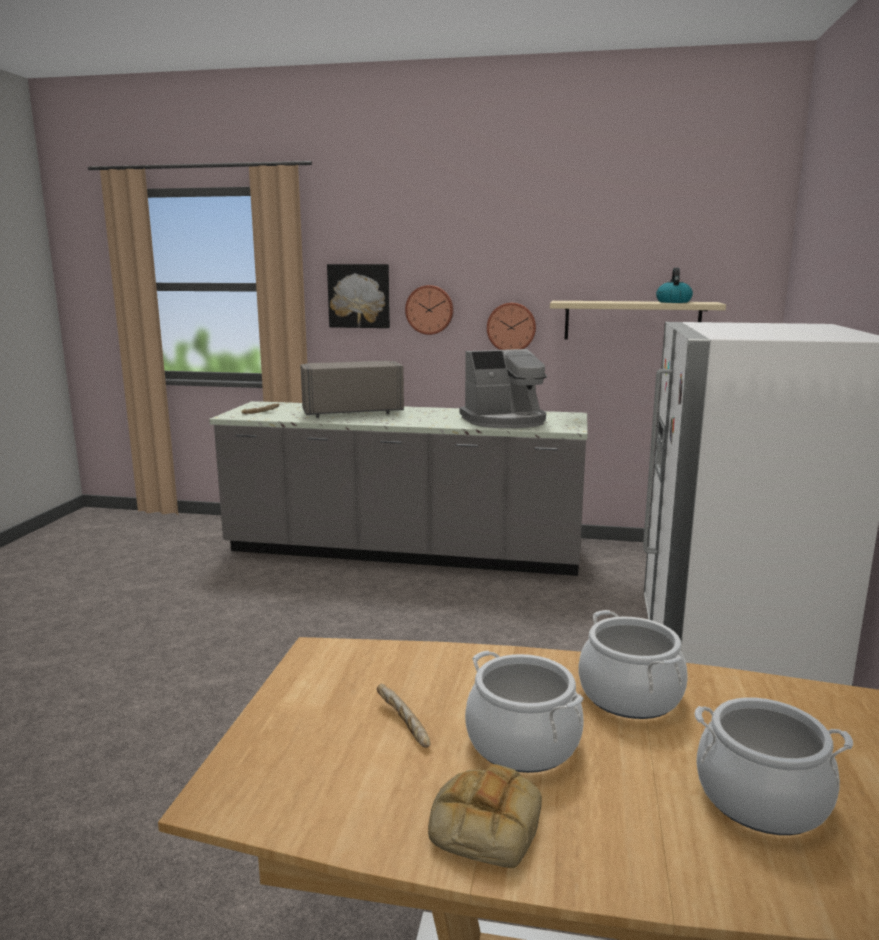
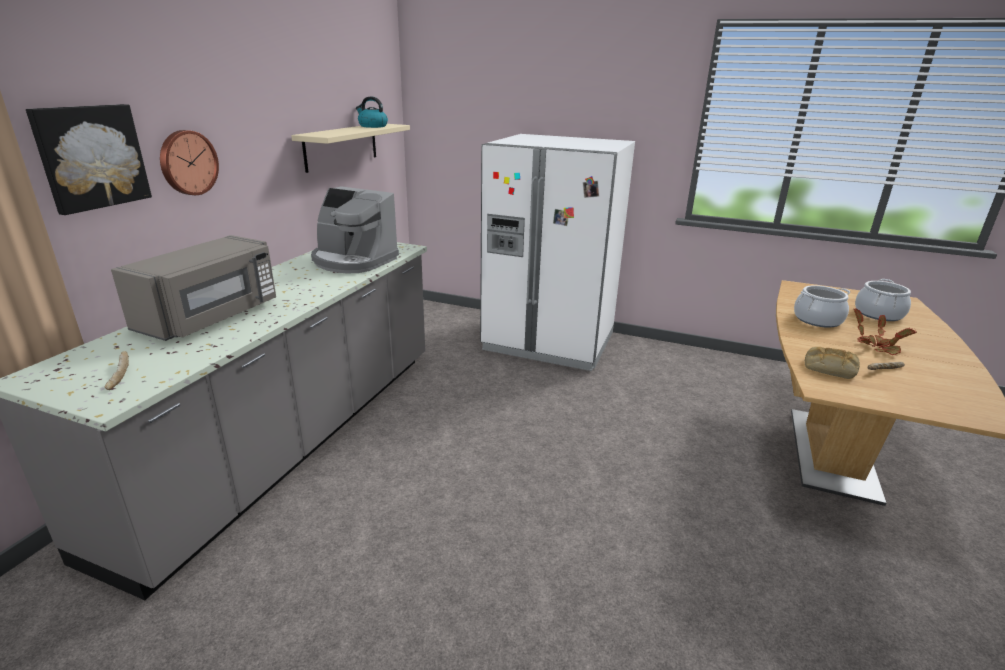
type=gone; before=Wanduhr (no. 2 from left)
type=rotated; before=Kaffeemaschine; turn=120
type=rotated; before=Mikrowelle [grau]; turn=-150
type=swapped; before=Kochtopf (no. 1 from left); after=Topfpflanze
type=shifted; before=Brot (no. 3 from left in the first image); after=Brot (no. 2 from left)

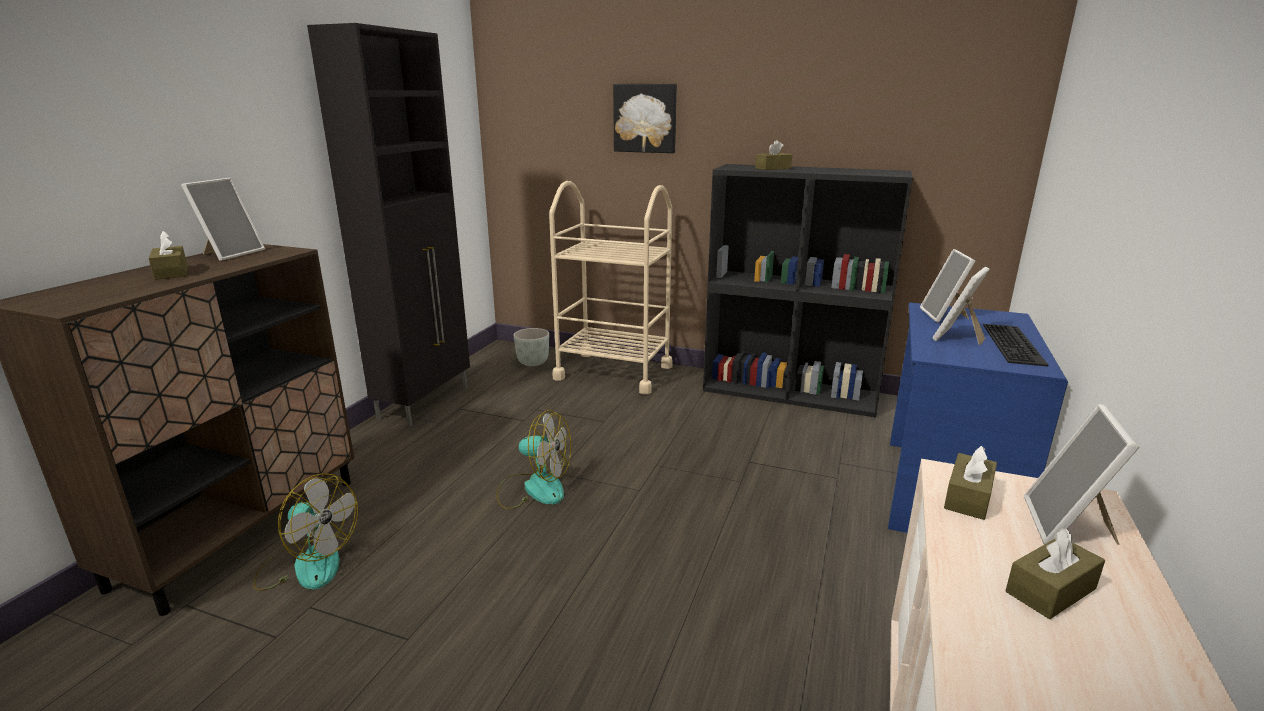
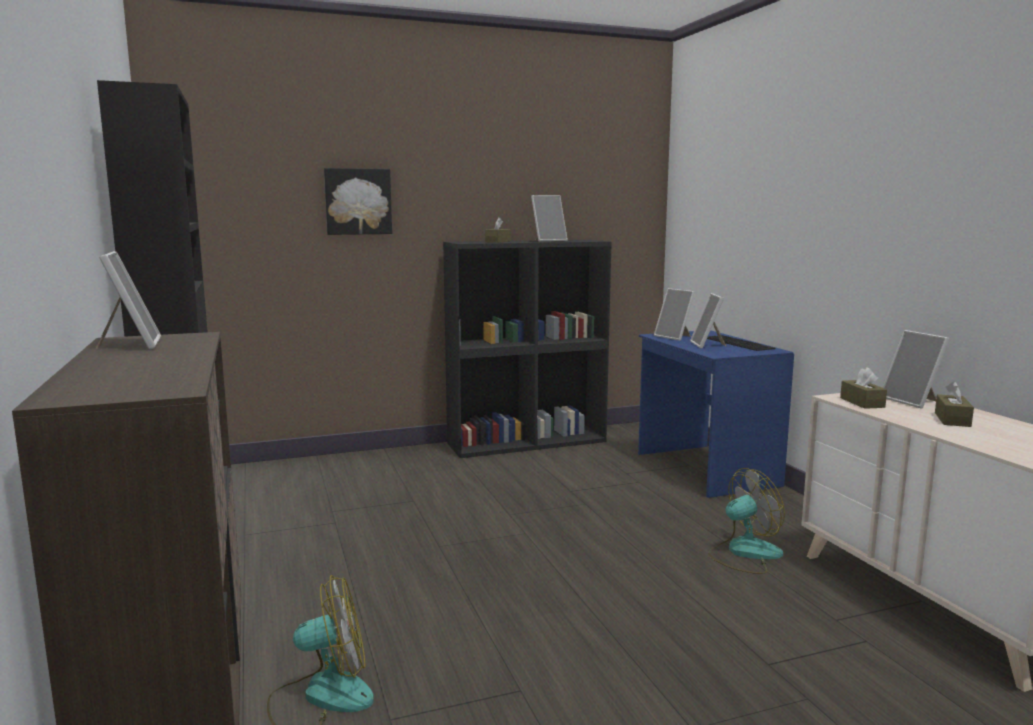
type=gone; before=Rollwagen [beige]
type=gone; before=Taschentuchbox [braun] (no. 1 from left)
type=gone; before=Pflanzkübel [grau]
type=shifted; before=Ventilator (no. 2 from left)
type=new; after=Bilderrahmen (no. 2 from left)

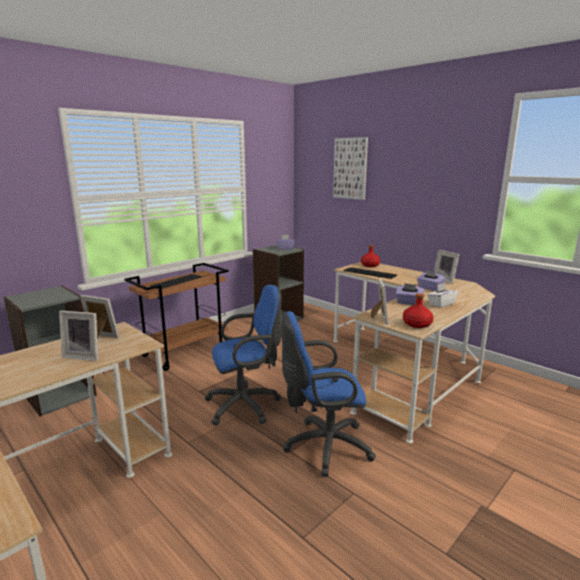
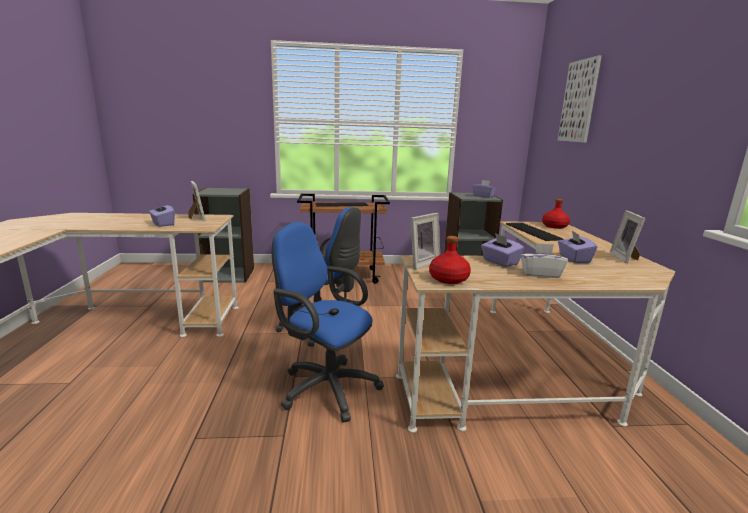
type=swapped; before=Bilderrahmen (no. 1 from left); after=Taschentuchbox [lila] (no. 1 from left)

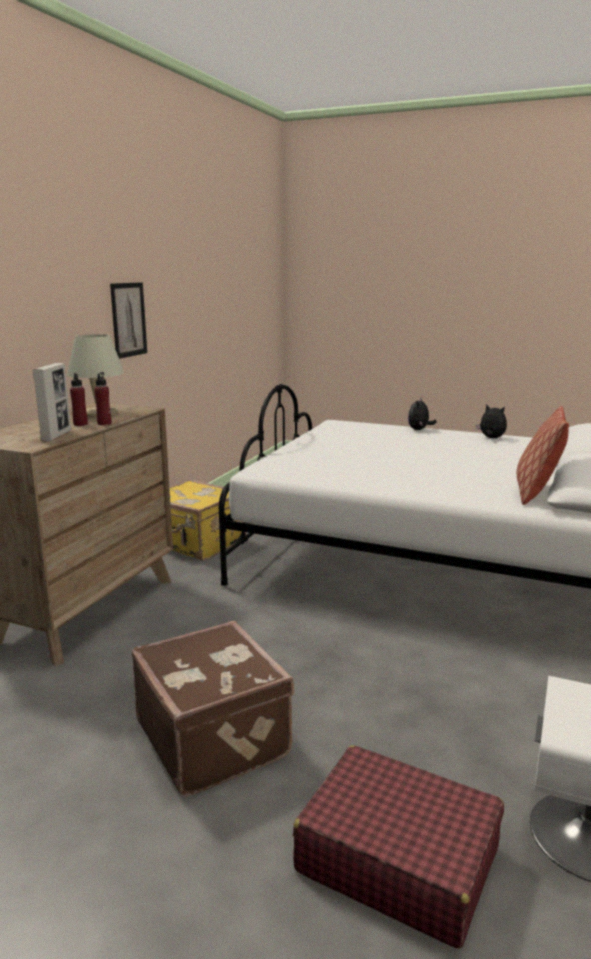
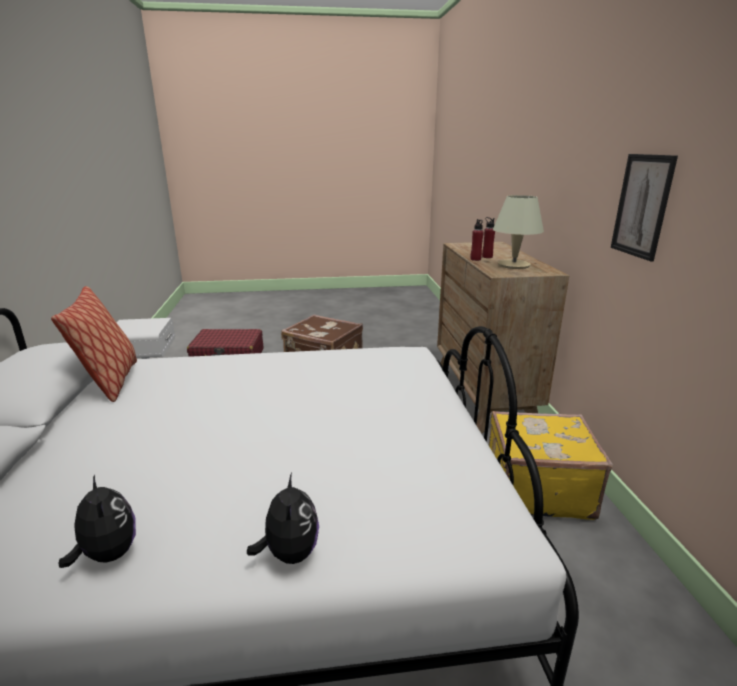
type=gone; before=Bilderrahmen
type=rotated; before=Plüschtier (no. 2 from left in the first image); turn=-135

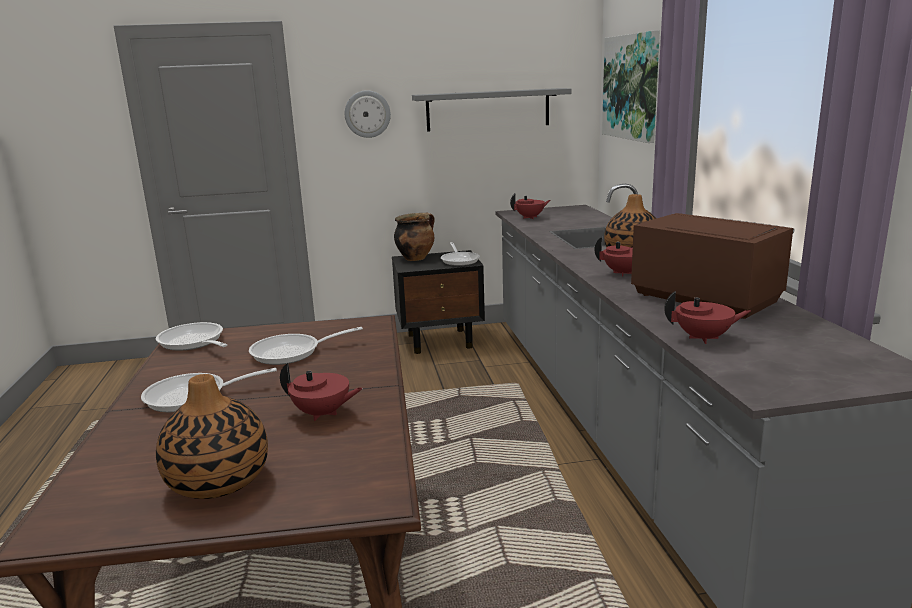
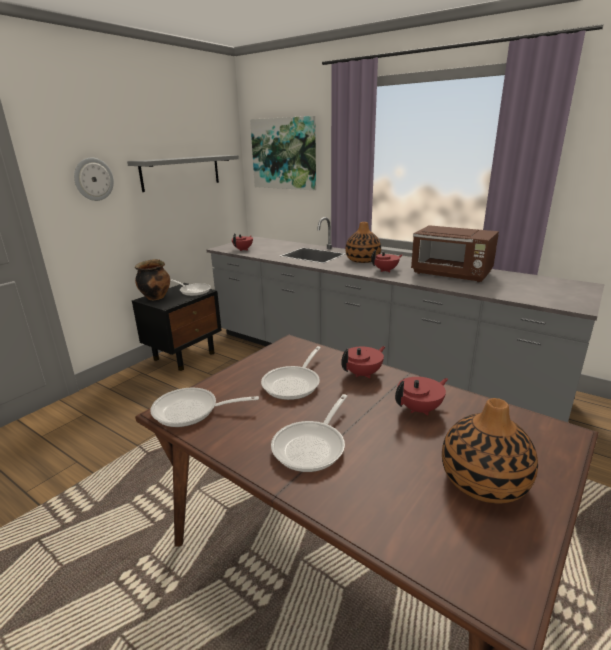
type=rotated; before=Mikrowelle [braun]; turn=-150
type=shifted; before=Teekanne [rot] (no. 4 from left in the first image); after=Teekanne [rot] (no. 2 from left)

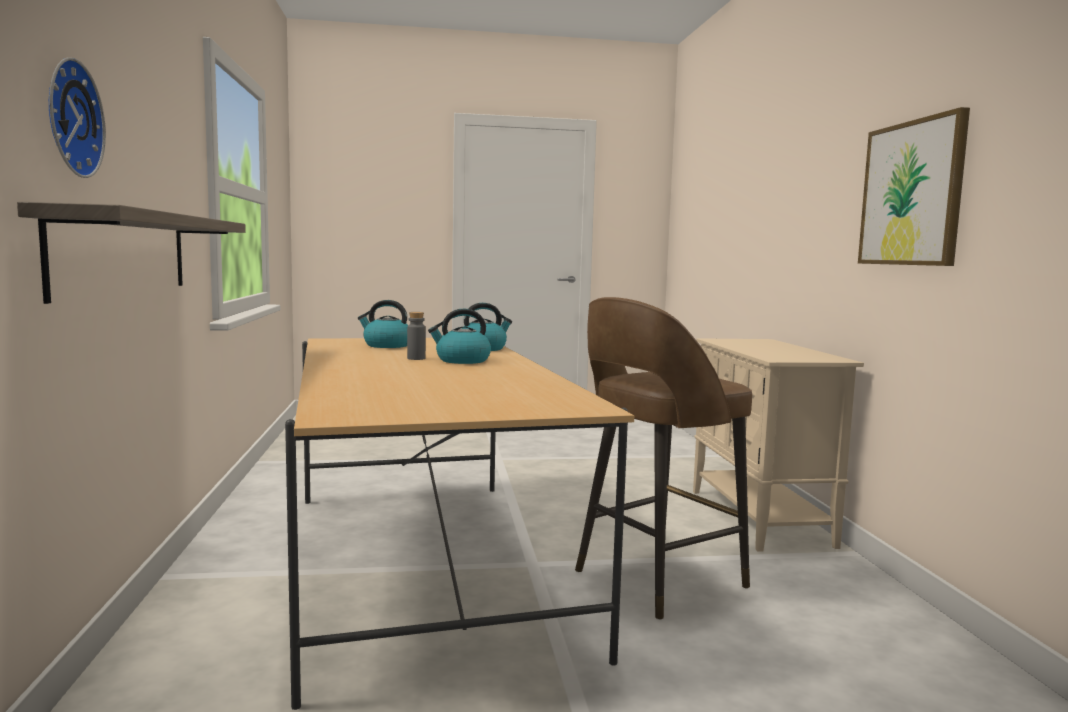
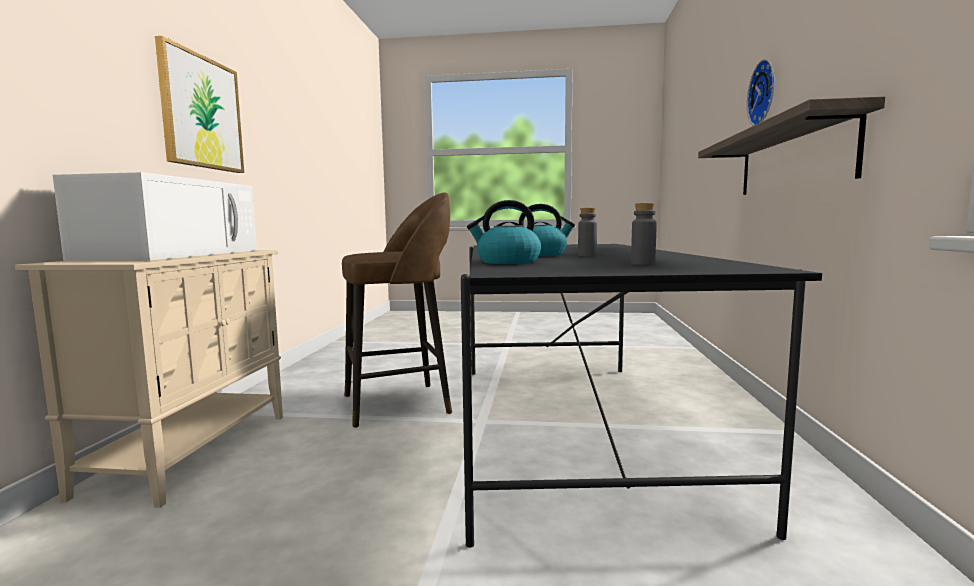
type=swapped; before=Wasserkessel (no. 1 from left); after=Flasche [grau] (no. 2 from left)
type=repainted; before=Esstisch [beige]; after=Esstisch [schwarz]
type=new; after=Mikrowelle [weiß]

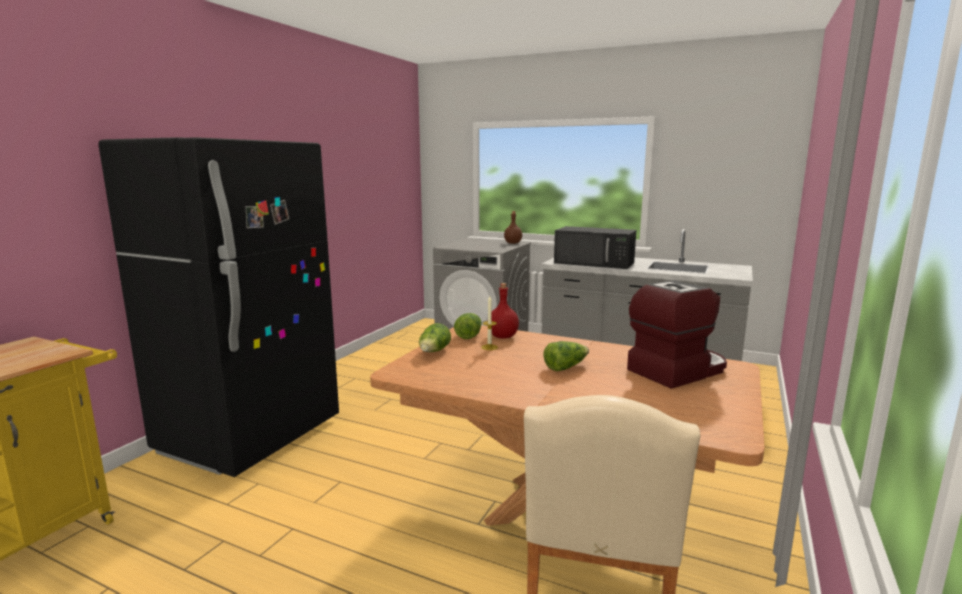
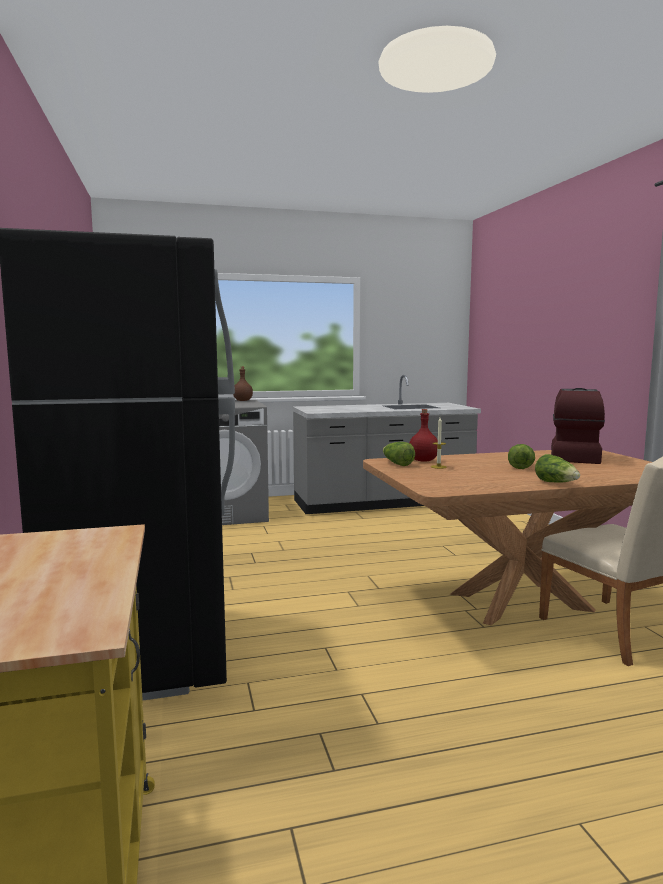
type=gone; before=Mikrowelle [schwarz]
type=shifted; before=Salatkopf (no. 1 from left in the first image); after=Salatkopf (no. 3 from left)

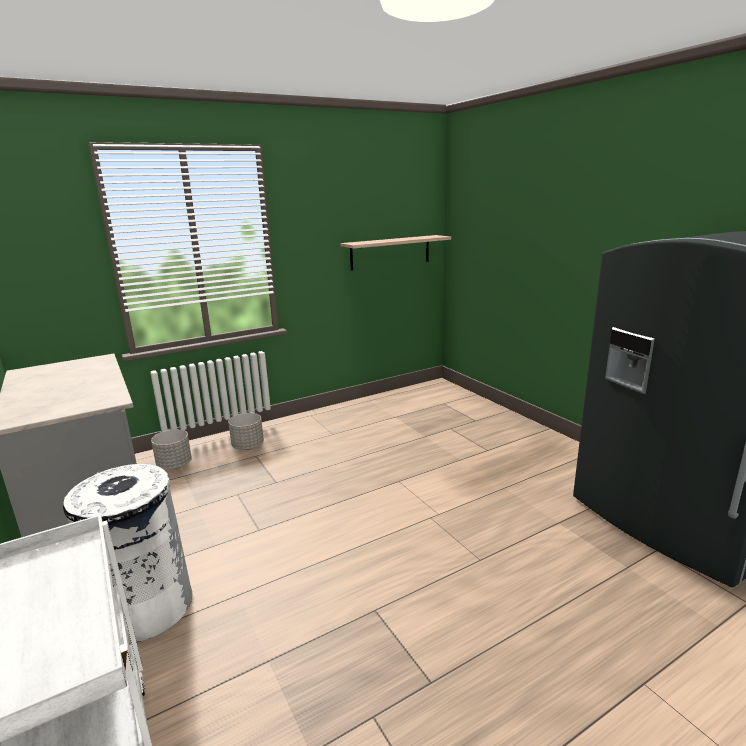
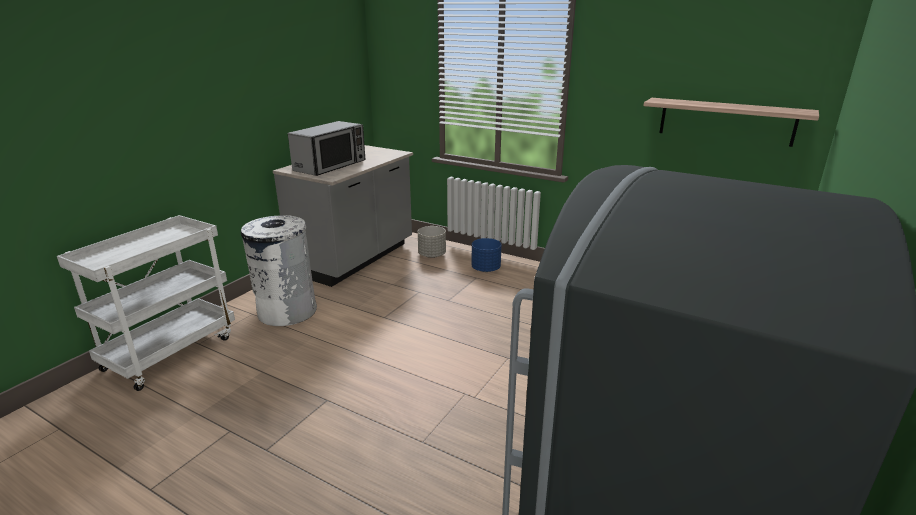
type=repainted; before=Pflanzkübel [grau] (no. 2 from left); after=Pflanzkübel [blau]
type=new; after=Mikrowelle

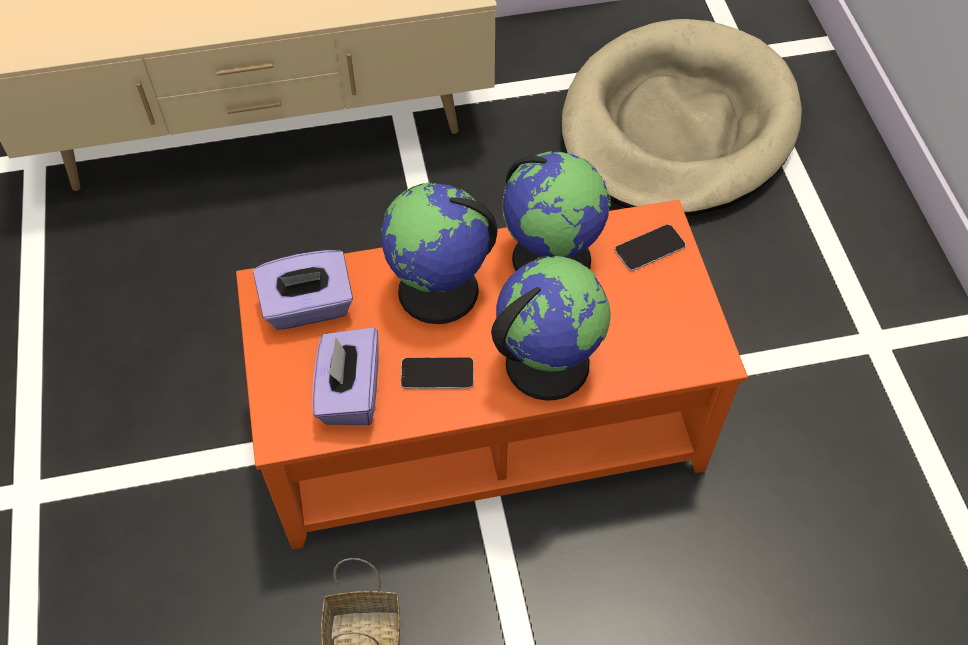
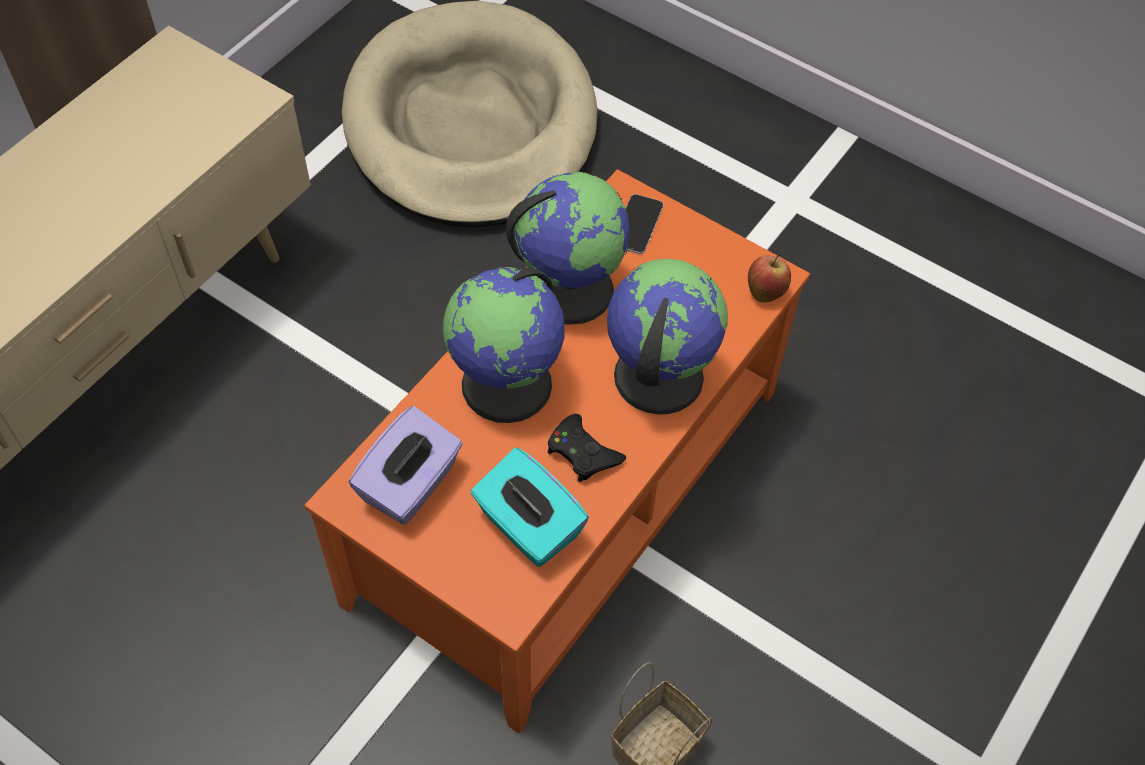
type=repainted; before=Taschentuchbox [lila] (no. 2 from left); after=Taschentuchbox [türkis]
type=swapped; before=Handy (no. 1 from left); after=Gamepad [schwarz]
type=new; after=Apfel

